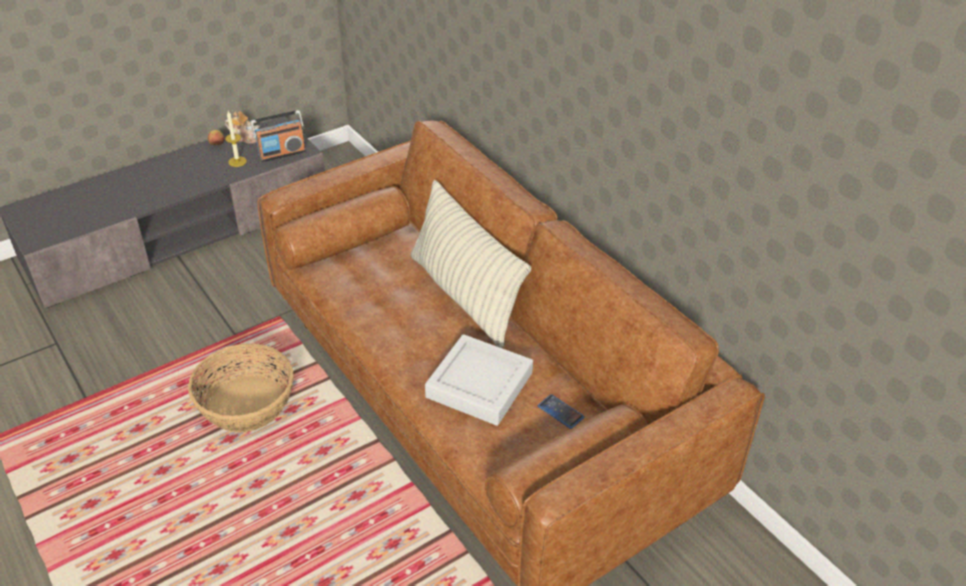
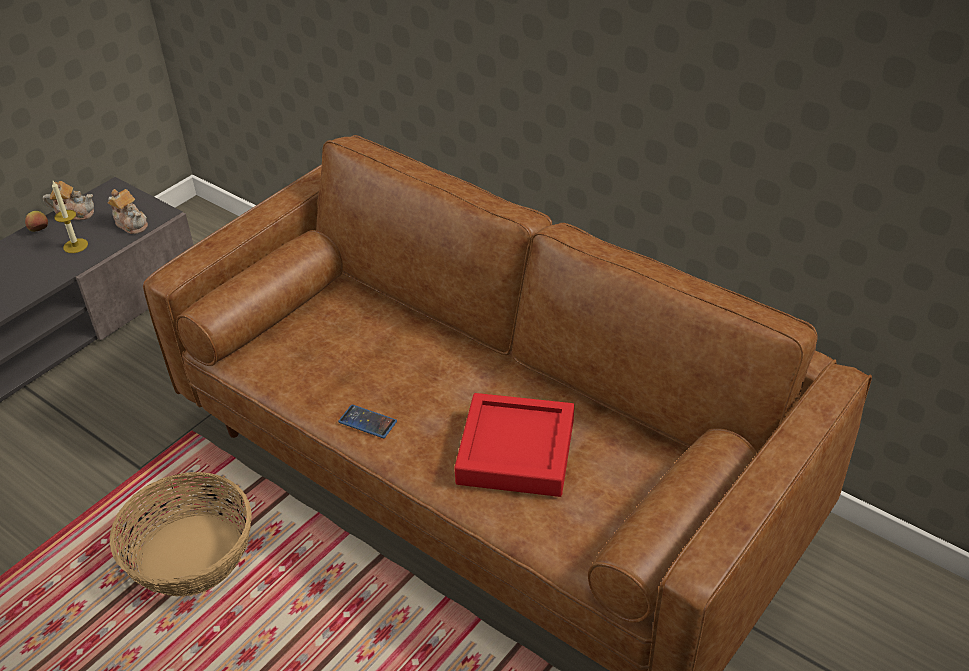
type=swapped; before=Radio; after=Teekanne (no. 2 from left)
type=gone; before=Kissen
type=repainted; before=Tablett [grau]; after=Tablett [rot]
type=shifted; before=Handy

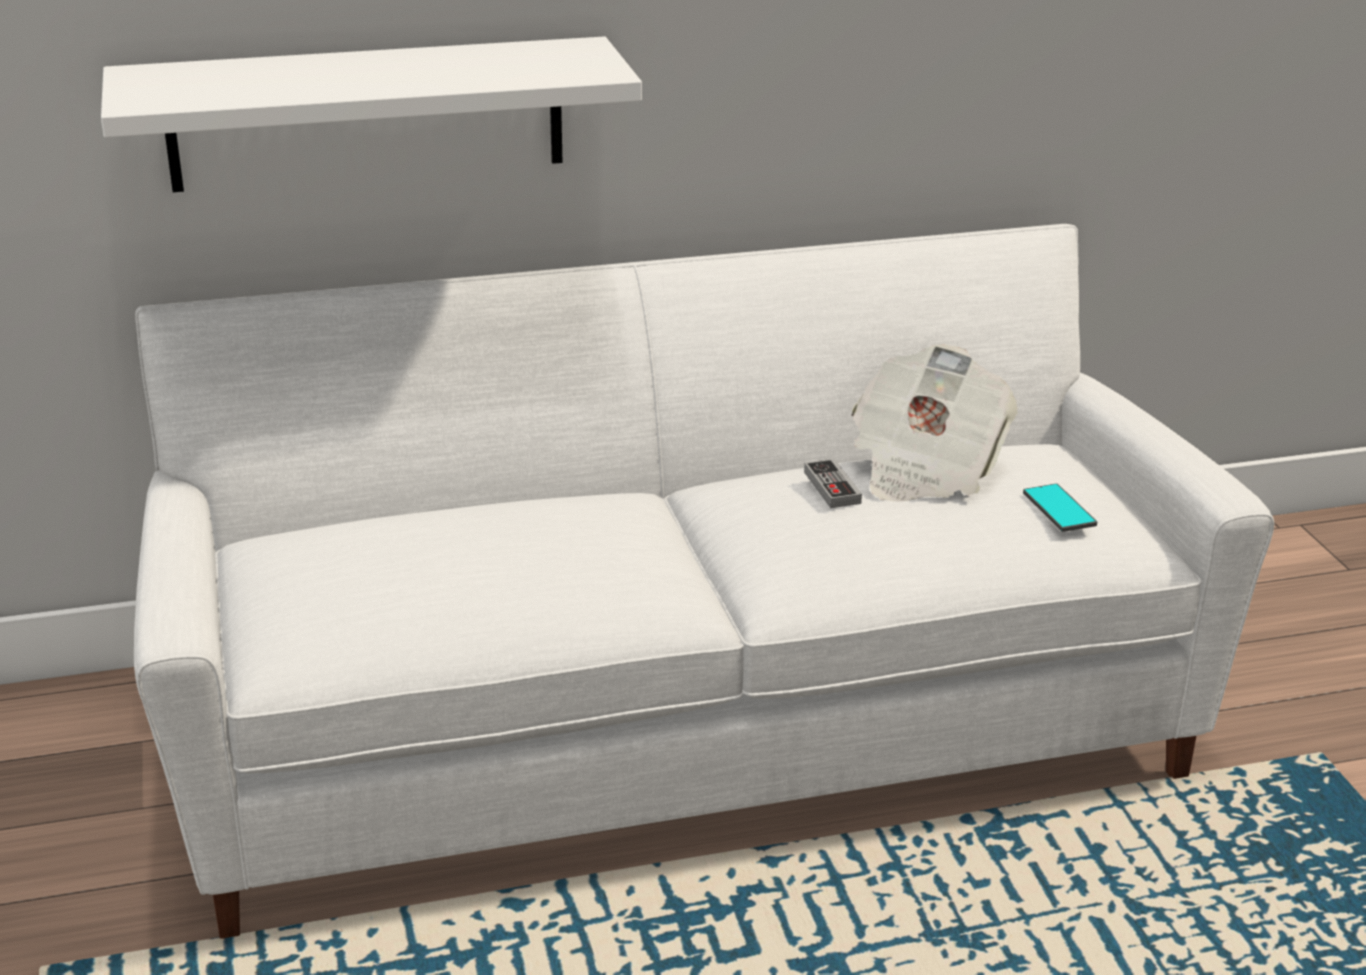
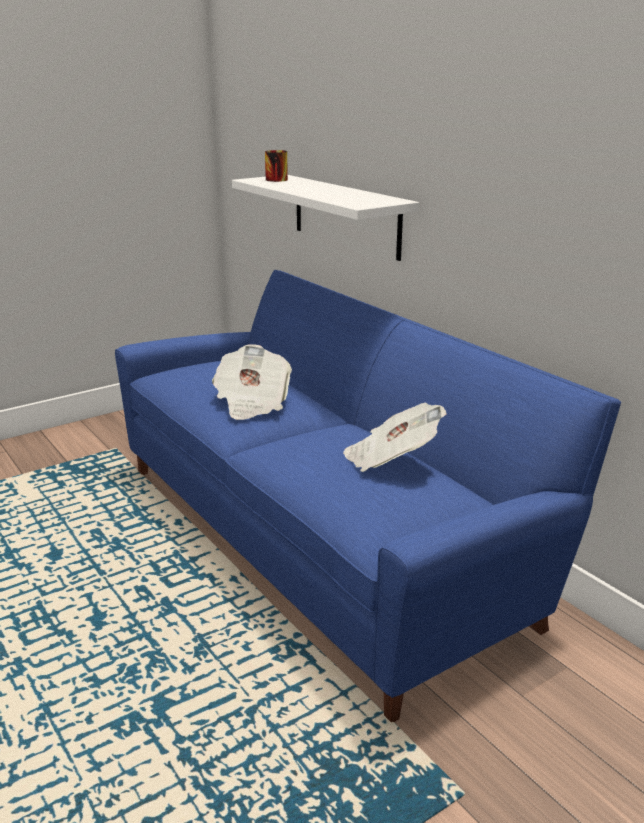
type=repainted; before=Sofa [weiß]; after=Sofa [blau]
type=gone; before=Gamepad
type=gone; before=Handy
type=new; after=Henkelbecher
type=new; after=Zeitung (no. 1 from left)

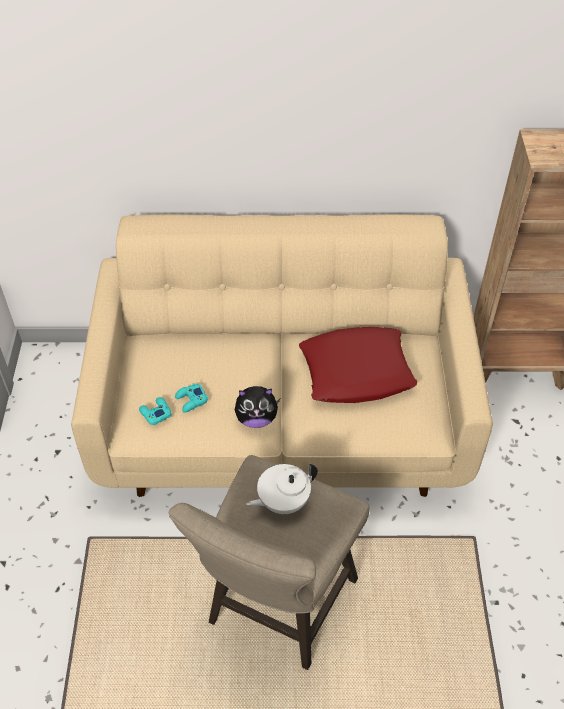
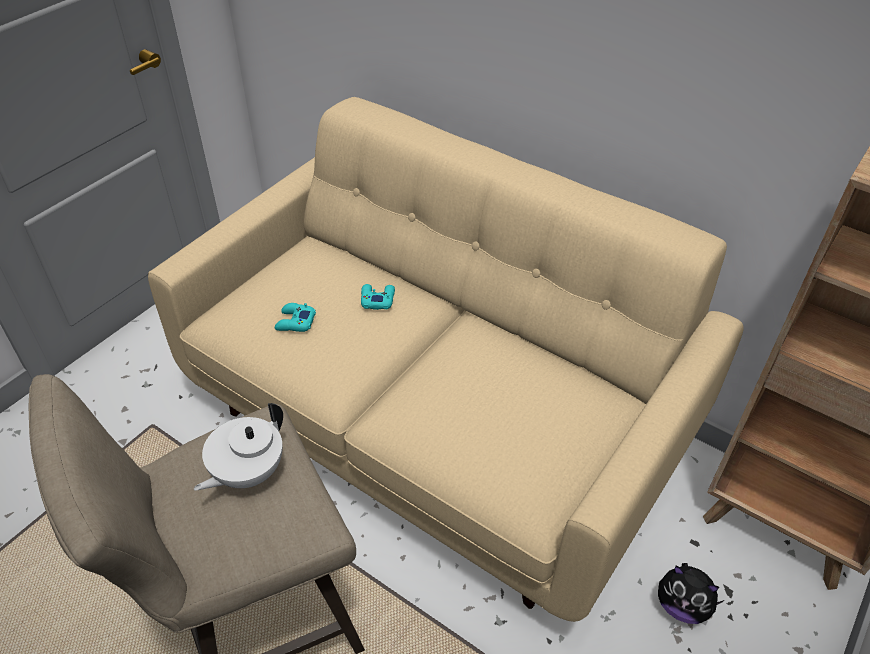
type=gone; before=Kissen [rot]
type=shifted; before=Plüschtier
type=shifted; before=Gamepad [türkis] (no. 1 from left in the first image); after=Gamepad [türkis] (no. 2 from left)
type=rotated; before=Teekanne [weiß]; turn=-60

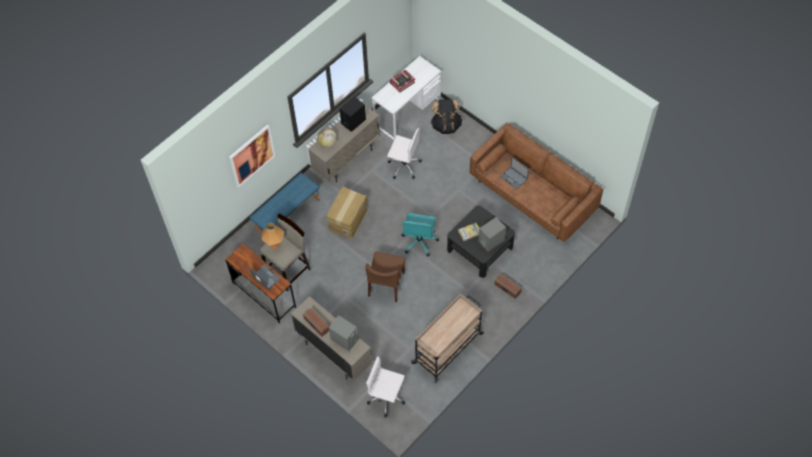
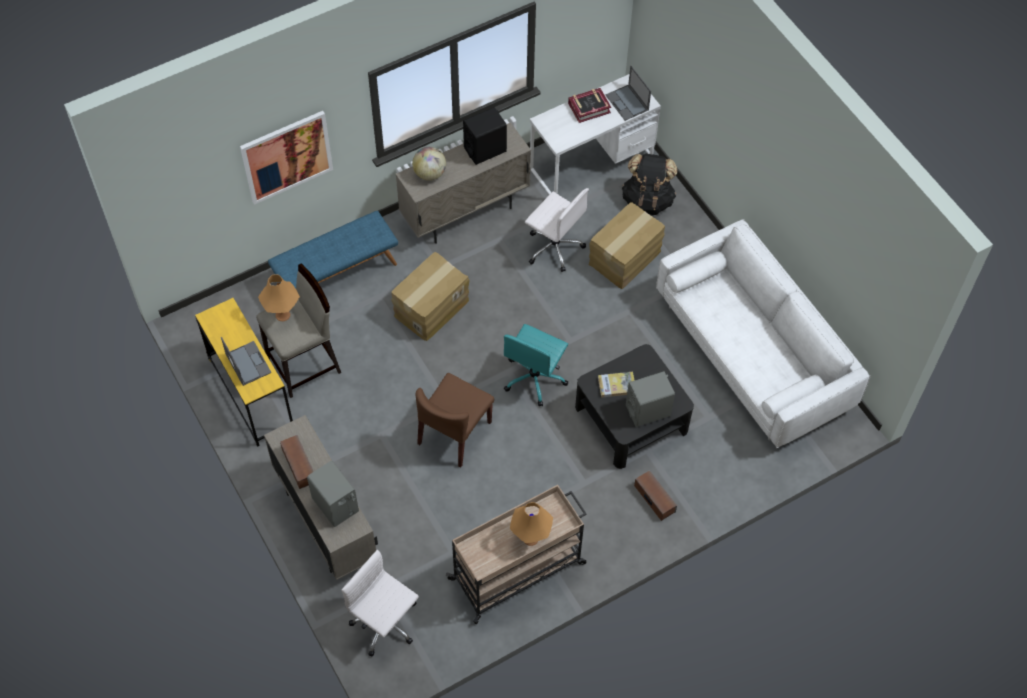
type=repainted; before=Sofa [braun]; after=Sofa [weiß]
type=shifted; before=Laptop (no. 2 from left)
type=repainted; before=Schreibtisch [braun]; after=Schreibtisch [gelb]
type=new; after=Karton (no. 2 from left)
type=new; after=Tischlampe [orange] (no. 2 from left)

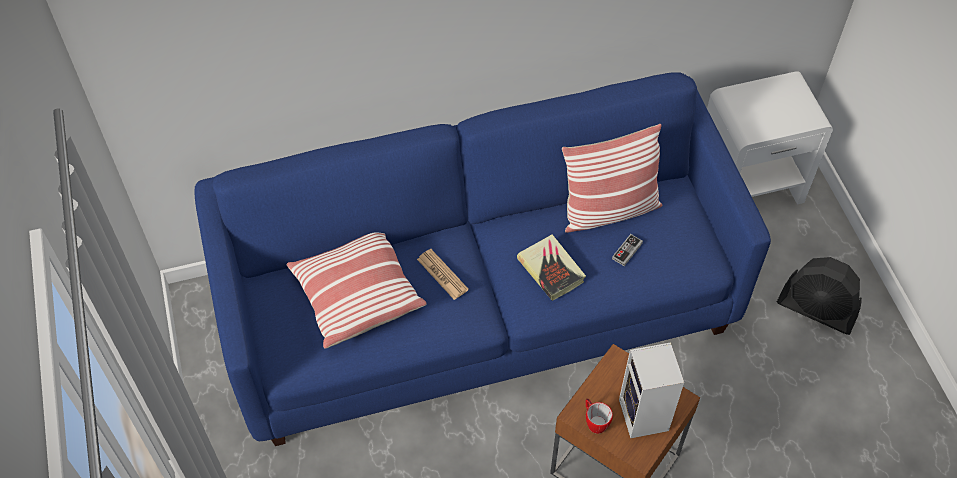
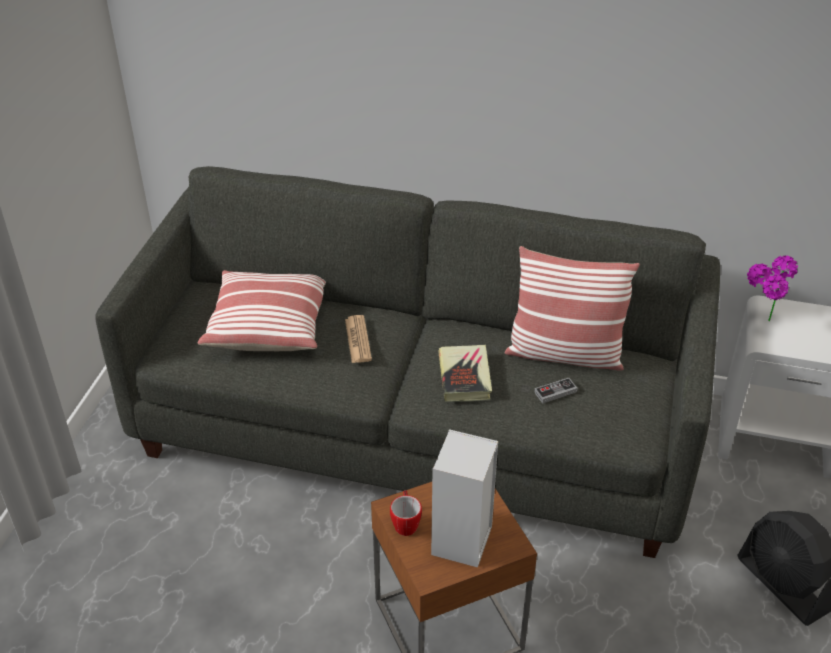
type=repainted; before=Sofa [blau]; after=Sofa [grau]
type=new; after=Topfpflanze

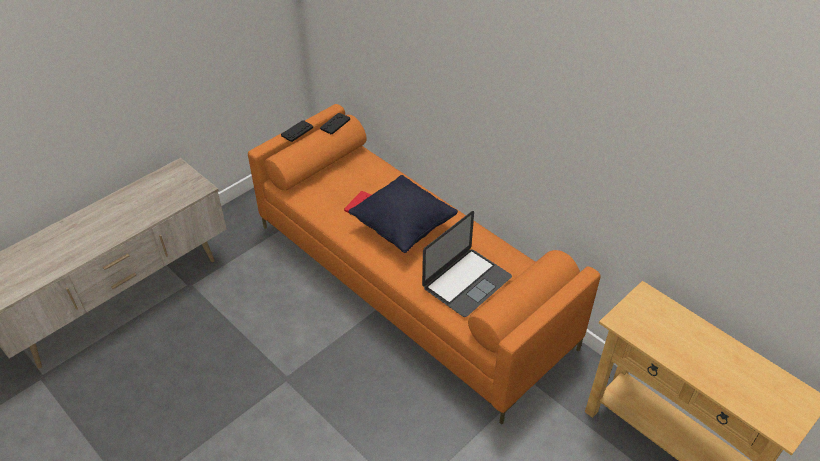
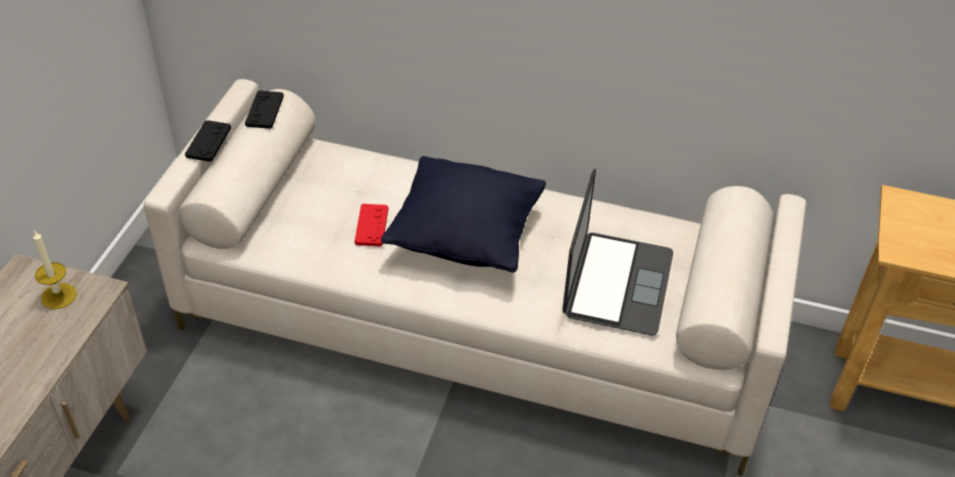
type=repainted; before=Sofa [orange]; after=Sofa [beige]
type=new; after=Kerze

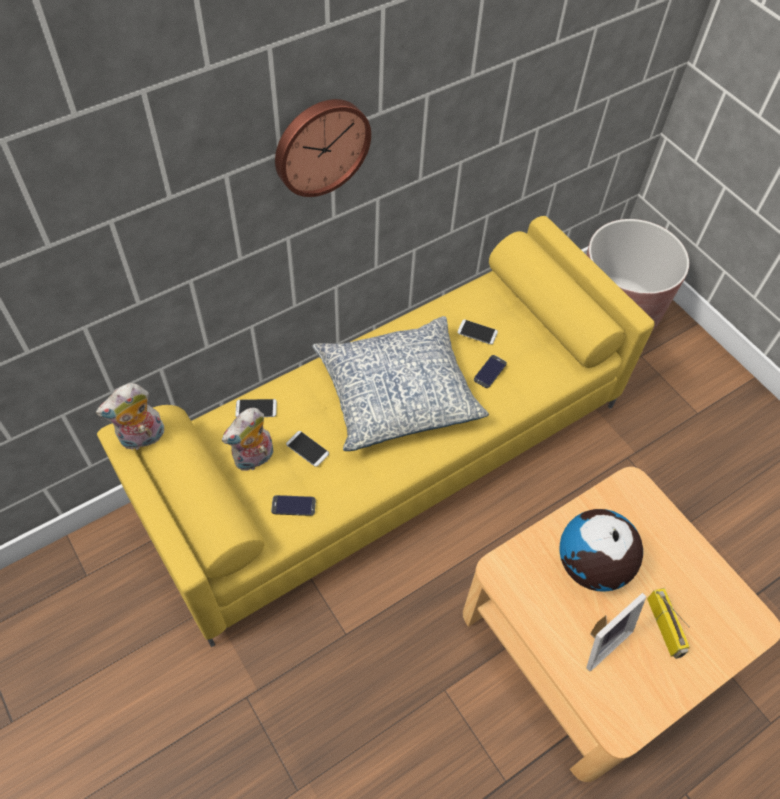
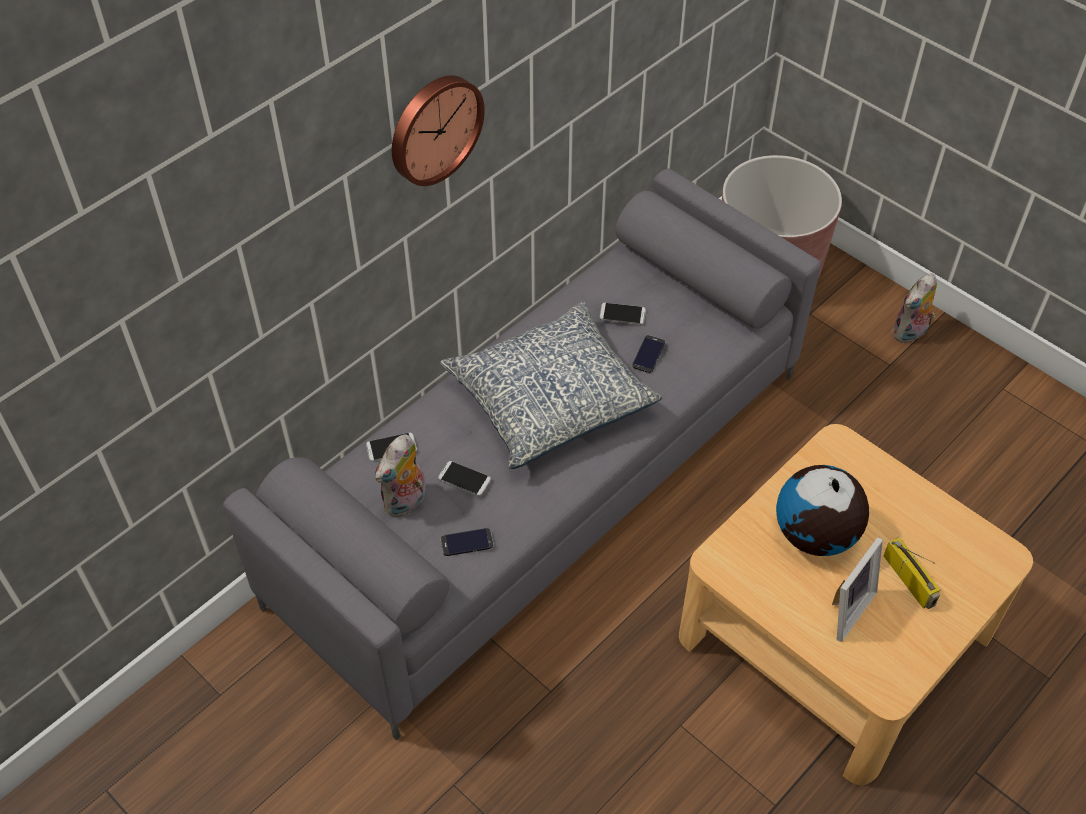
type=repainted; before=Sofa [gelb]; after=Sofa [grau]
type=shifted; before=Plüschtier (no. 1 from left in the first image); after=Plüschtier (no. 2 from left)

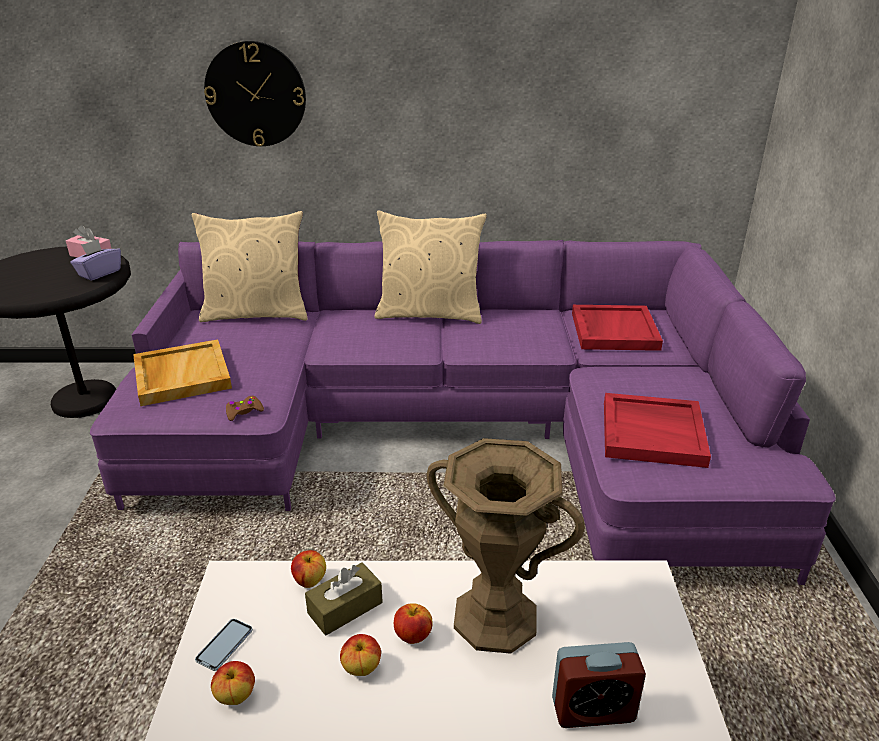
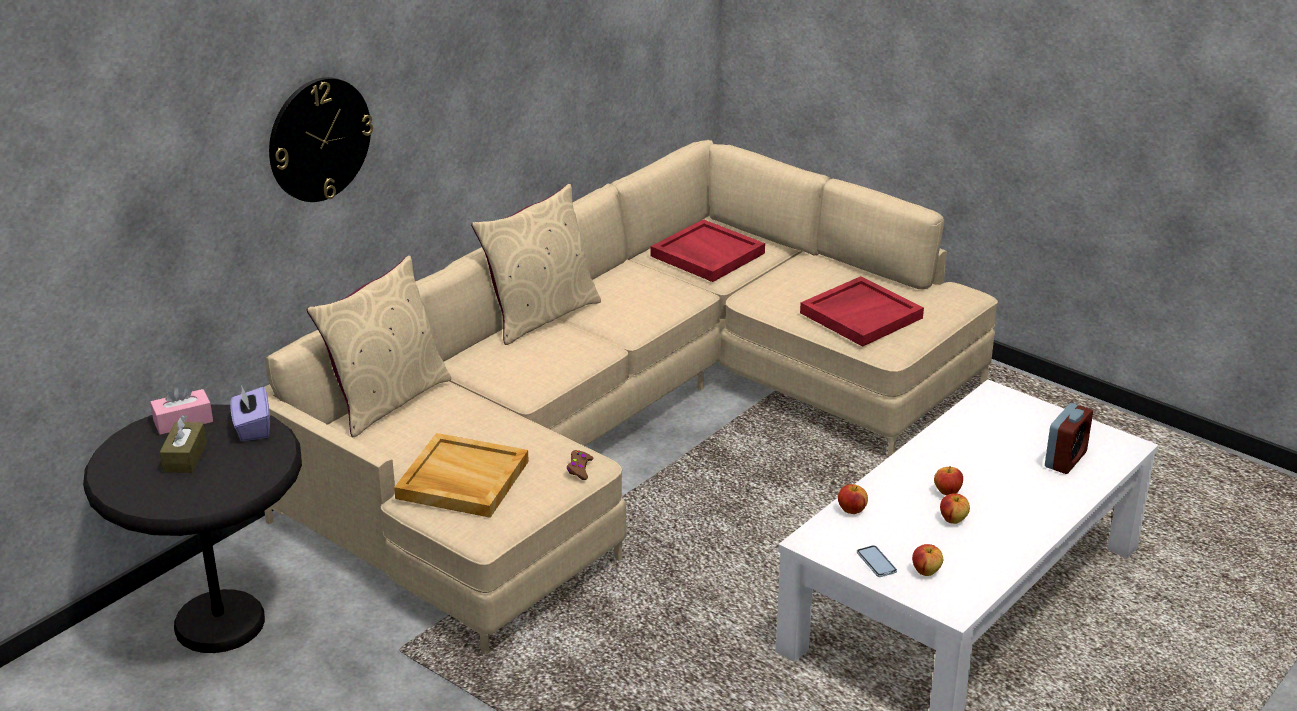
type=repainted; before=Sofa [lila]; after=Sofa [beige]
type=gone; before=Vase [braun]
type=shifted; before=Taschentuchbox [braun]

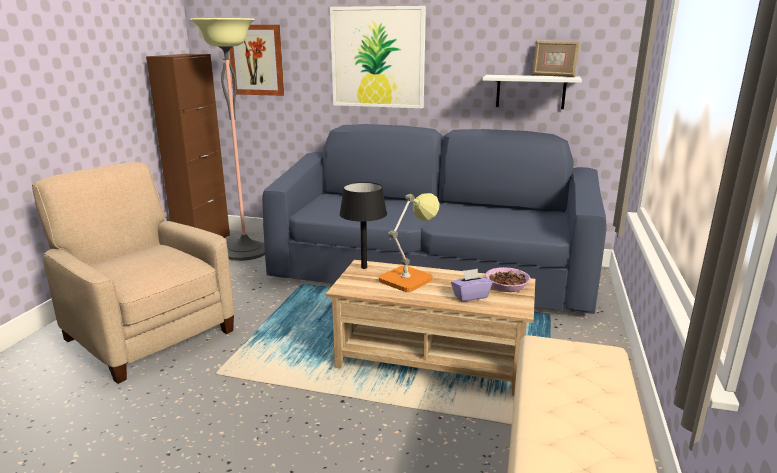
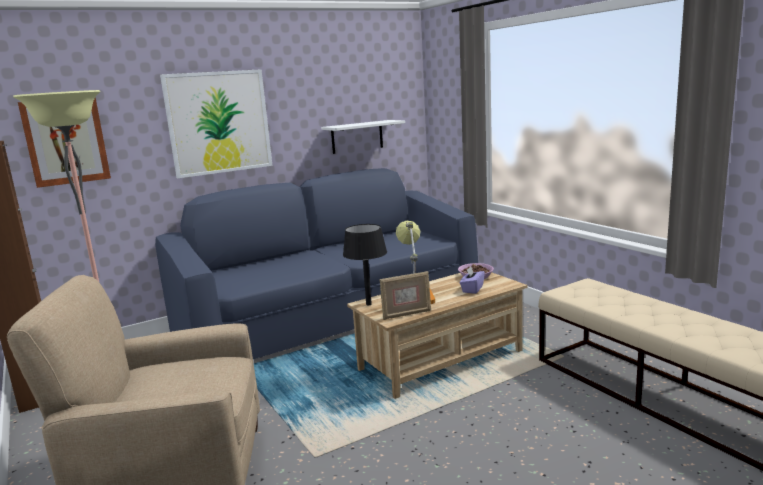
type=shifted; before=Bilderrahmen

